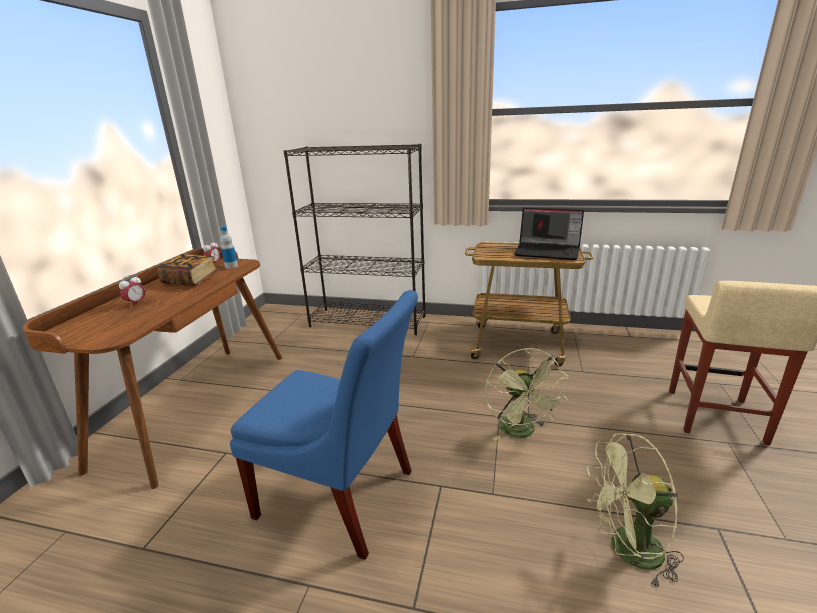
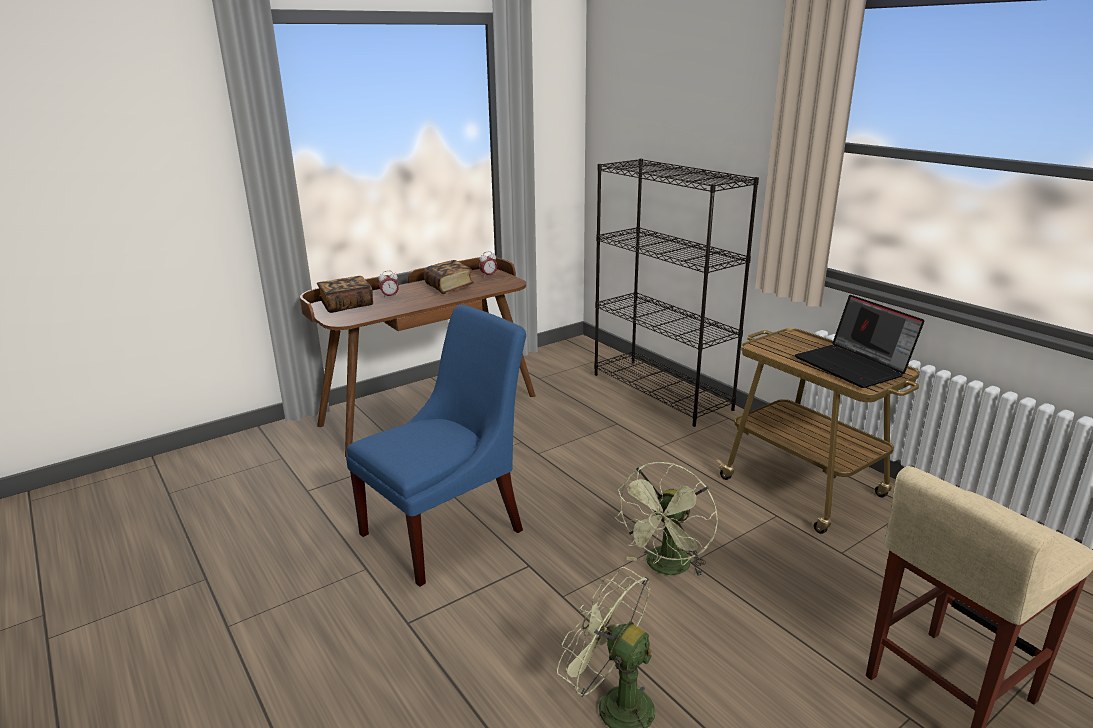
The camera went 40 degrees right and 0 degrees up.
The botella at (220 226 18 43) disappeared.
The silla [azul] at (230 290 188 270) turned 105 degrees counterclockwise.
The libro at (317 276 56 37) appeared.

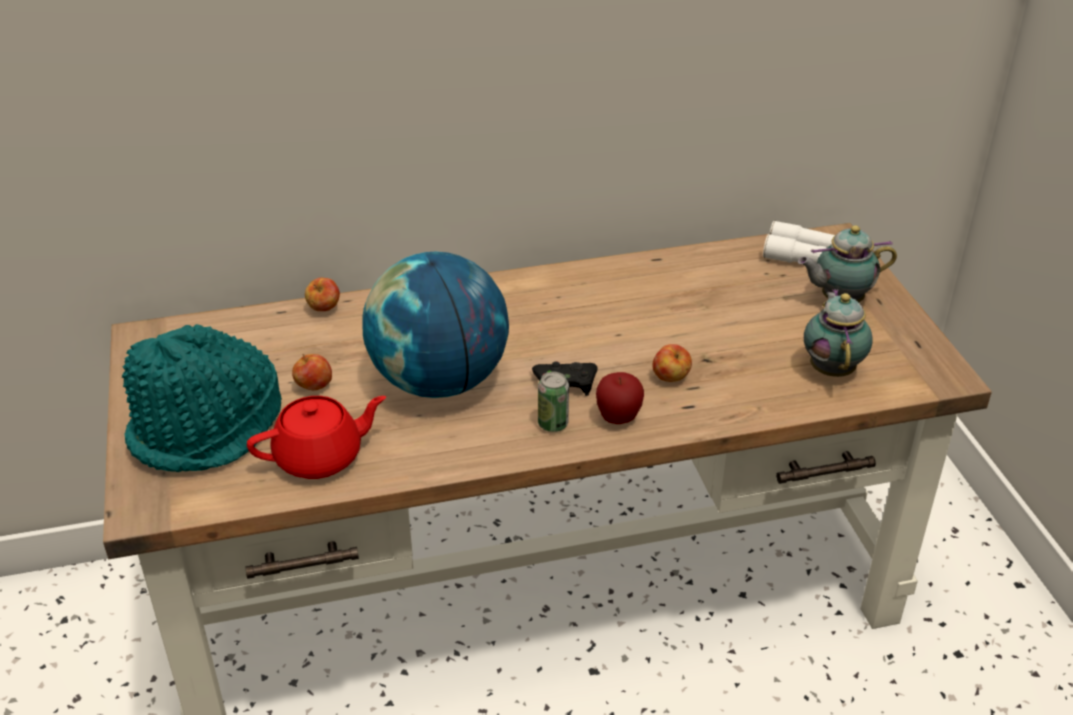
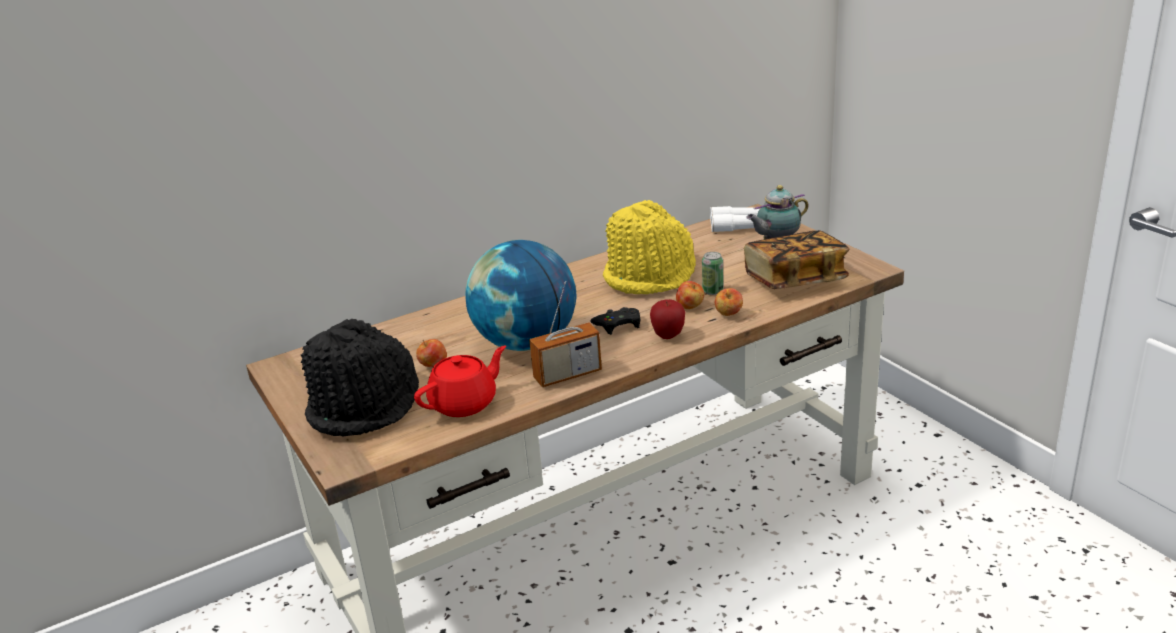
The camera went 15 degrees left and 10 degrees down.
The sombrero [turquesa] at (122 324 160 148) became the sombrero [negro] at (300 319 119 118).
The manzana moved from (305 278 35 33) to (715 288 28 28).
The lata moved from (538 372 31 60) to (702 252 21 43).
The tetera at (804 289 69 88) was replaced by the libro at (744 230 105 59).
The radio at (529 281 73 106) appeared.
The sombrero [amarillo] at (603 200 93 94) appeared.

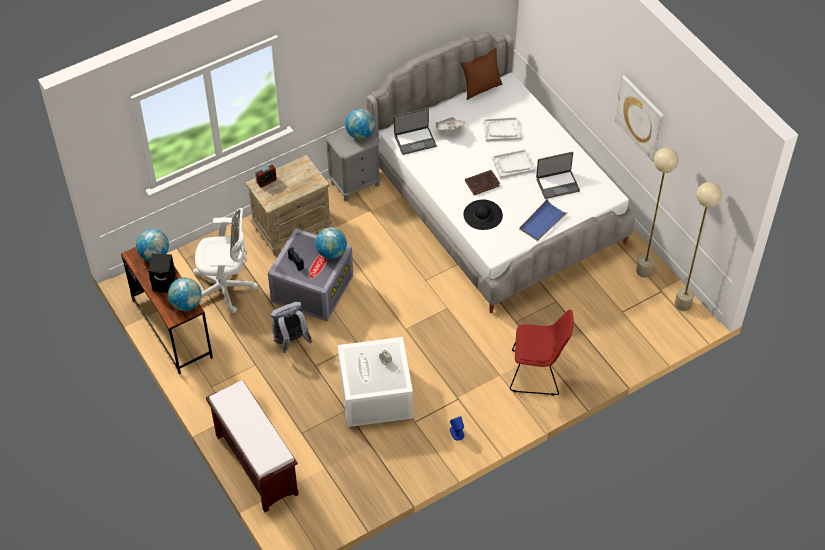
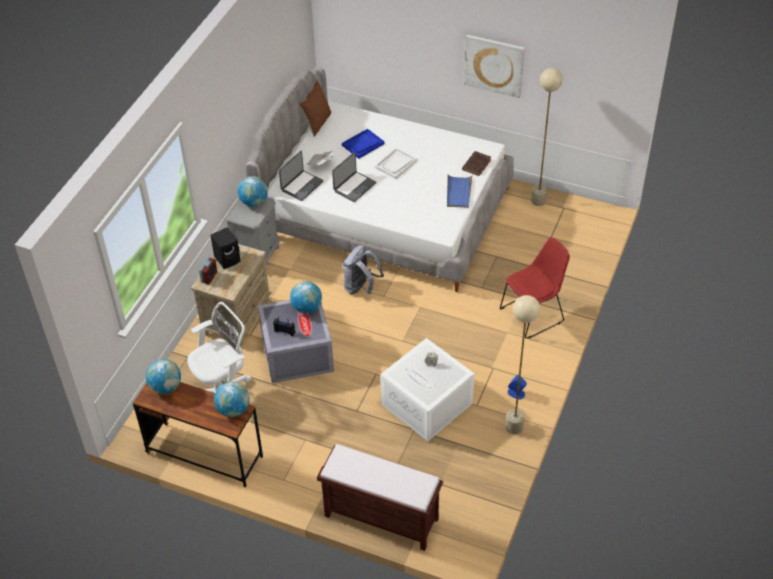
The camera went 35 degrees left and 5 degrees down.
The altavoz [negro] moved from (148 254 28 38) to (211 227 30 42).
The mochila [gris] moved from (271 302 41 51) to (343 245 41 49).
The sombrero [negro] at (463 200 40 30) disappeared.
The libro [marrón] moved from (465 170 35 25) to (462 151 29 25).
The bandeja [blanco] at (483 117 39 25) became the bandeja [azul] at (342 129 43 30).
The portátil moved from (536 152 44 47) to (332 152 44 50).
The lámpara de pie [beis] moved from (675 182 47 129) to (506 295 34 139).

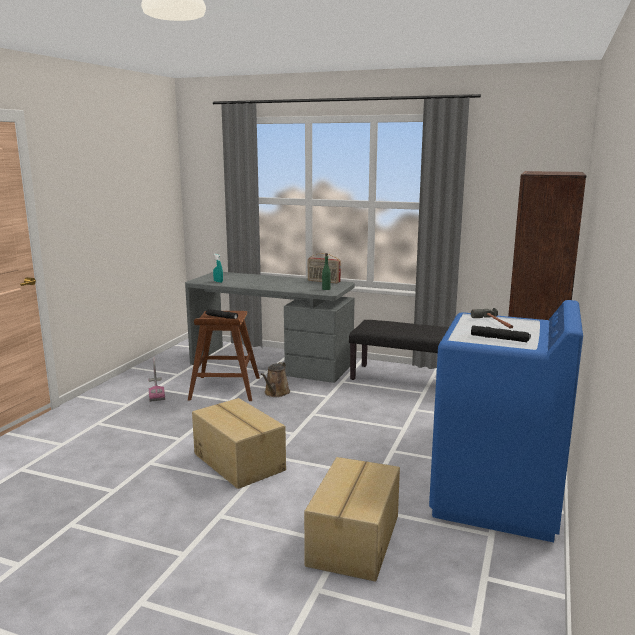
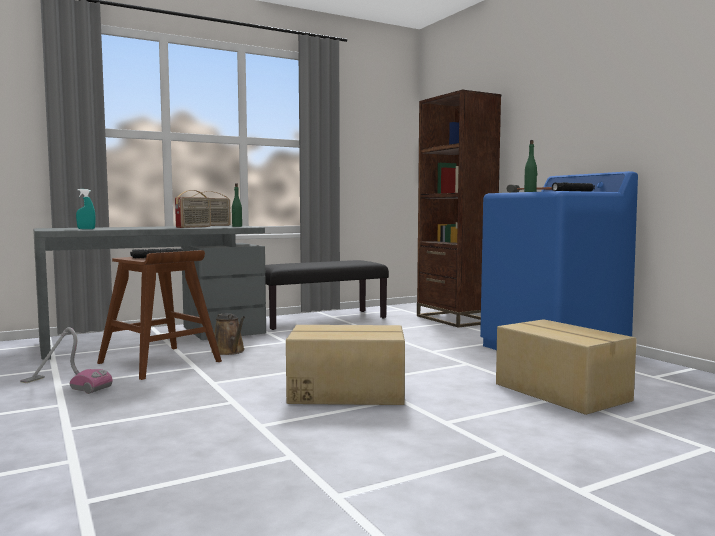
The camera went 50 degrees left and 10 degrees down.
The radio at (175 190 36 38) appeared.
The botella [verde] at (524 140 13 52) appeared.

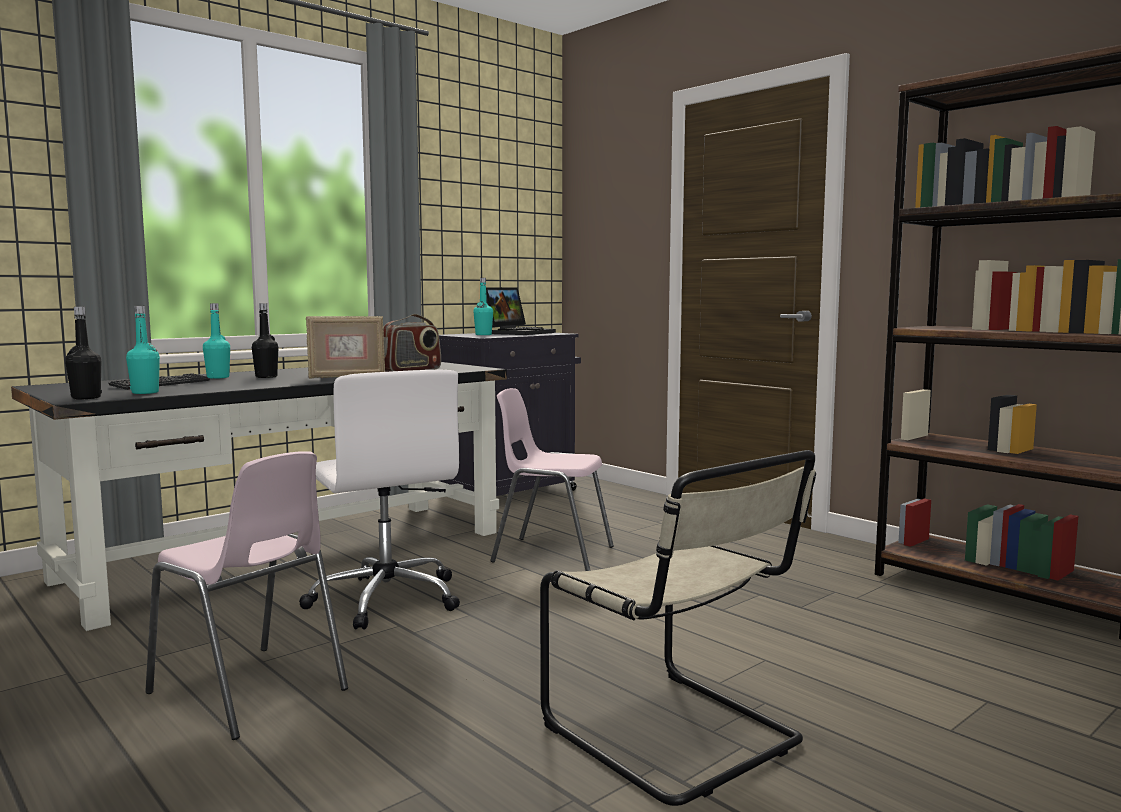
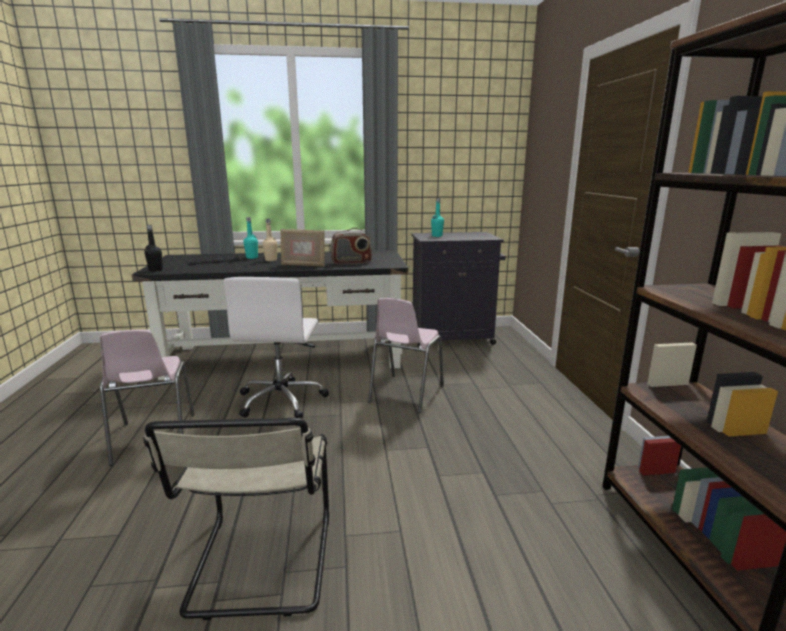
The camera went 35 degrees right and 10 degrees up.
The botella [turquesa] at (126 306 34 88) disappeared.
The botella [negro] at (252 303 27 75) became the botella [beis] at (263 219 14 42).
The portátil at (486 287 70 48) disappeared.
The silla [rosa] at (490 388 124 183) turned 120 degrees counterclockwise.

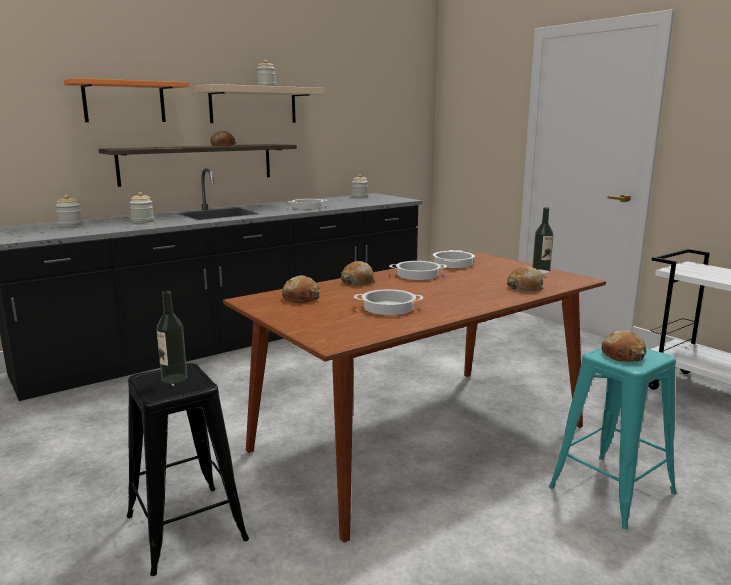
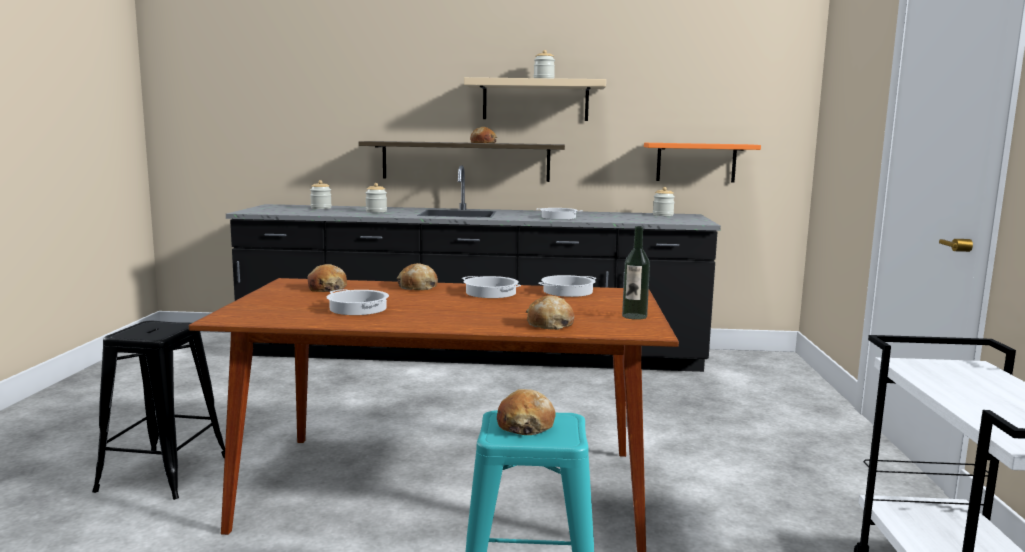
The camera went 40 degrees right and 5 degrees down.
The estante [naranja] moved from (64 78 125 44) to (644 143 117 40).
The botella at (157 291 30 93) disappeared.

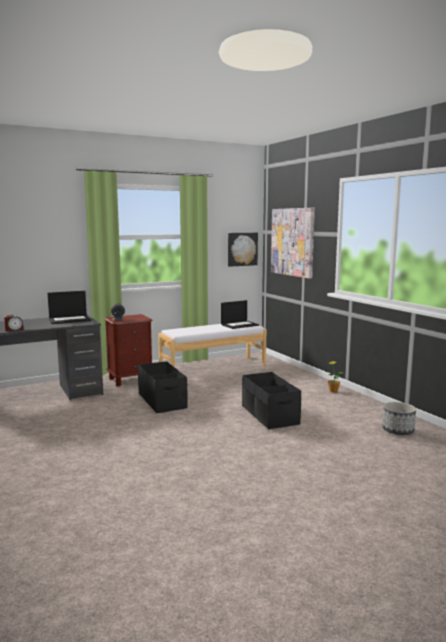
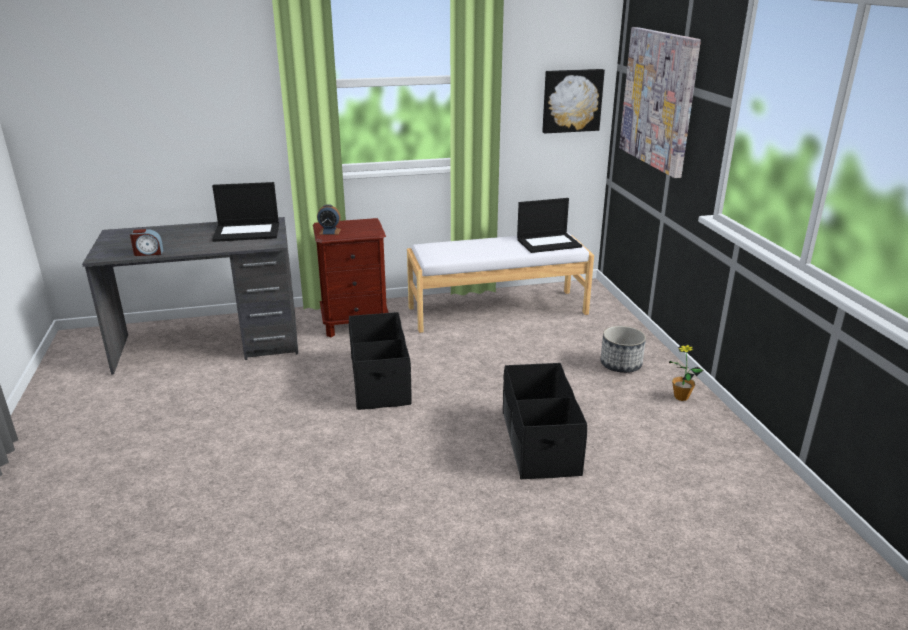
The camera went 15 degrees right and 15 degrees up.
The maceta moved from (382 402 34 33) to (600 326 46 47).

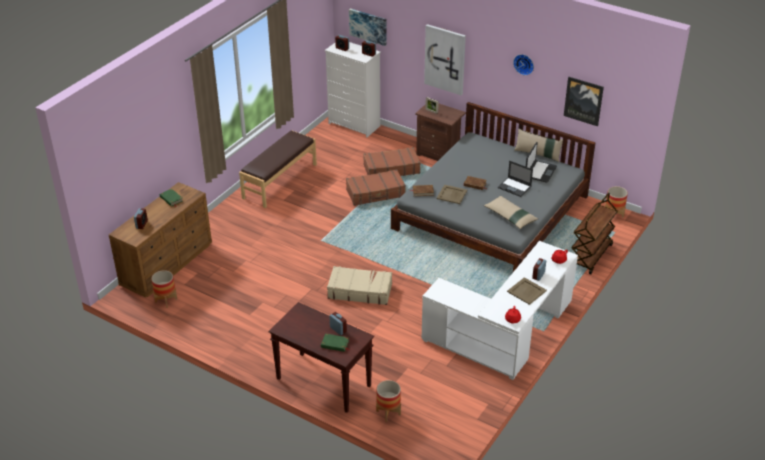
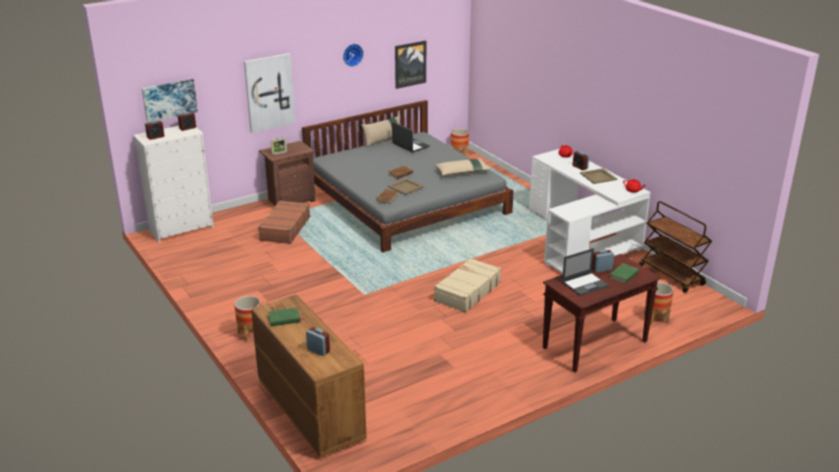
The camera went 65 degrees left and 10 degrees down.
The maceta moved from (151 270 26 38) to (234 296 27 46).
The banco [marrón] at (239 131 78 77) disappeared.
The maleta [marrón] at (346 169 60 37) disappeared.
The portátil moved from (498 161 35 36) to (562 248 47 48).
The carrito [marrón] moved from (572 193 46 82) to (639 201 73 92).

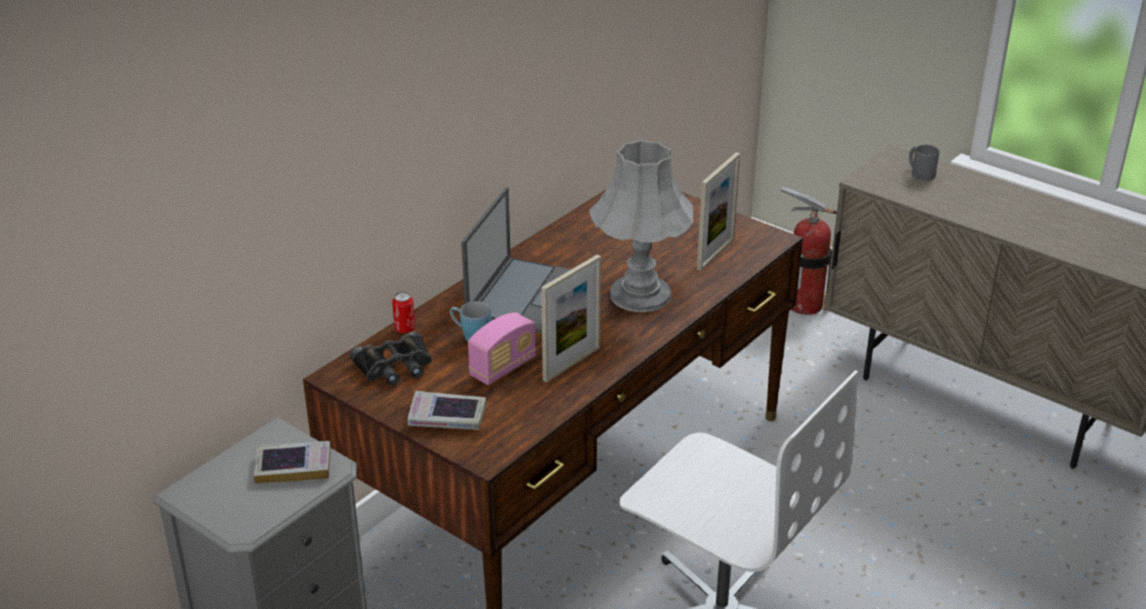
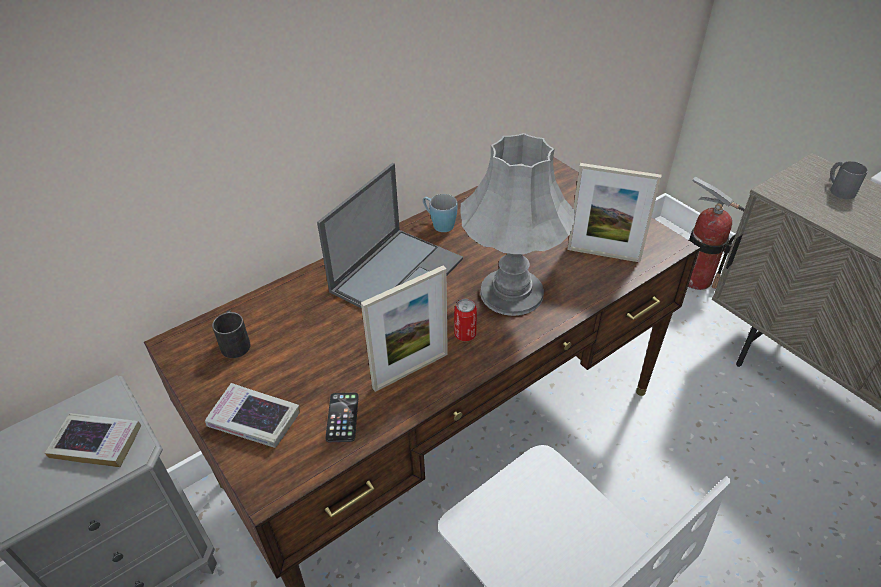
The camera went 15 degrees right and 10 degrees up.
The prismáticos [negro] at (350 331 82 55) was replaced by the taza grande [negro] at (212 310 39 48).
The lata moved from (392 291 23 42) to (454 299 23 42).
The taza grande [azul] moved from (450 301 41 41) to (423 194 34 38).
The radio at (468 312 68 73) disappeared.
The portarretratos at (697 152 43 119) turned 60 degrees clockwise.
The móvil at (325 393 34 49) appeared.

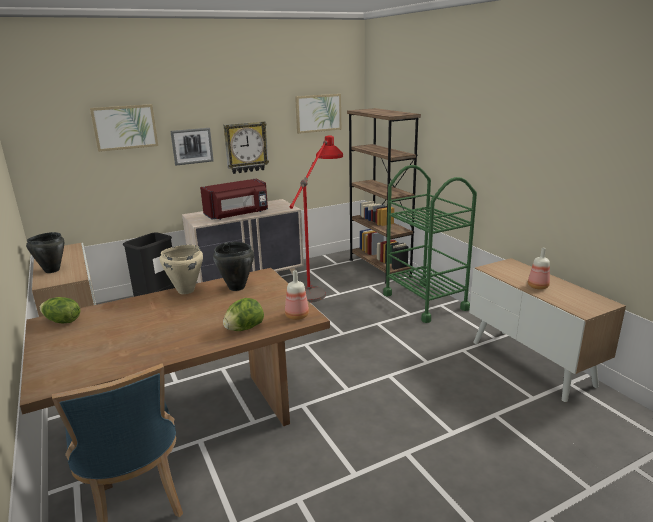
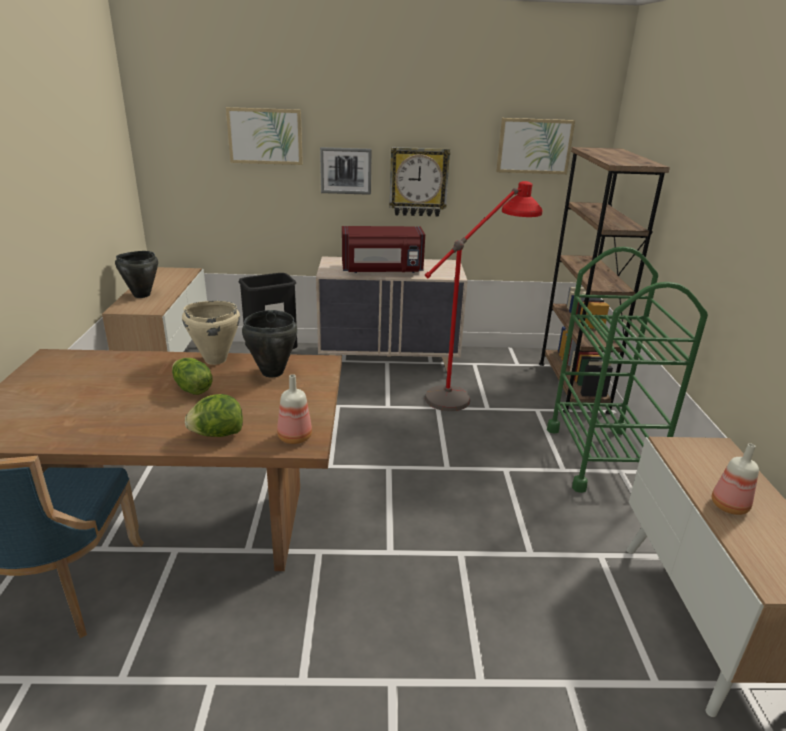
The camera went 25 degrees right and 5 degrees up.
The lechuga moved from (39 297 41 26) to (172 358 41 37).

